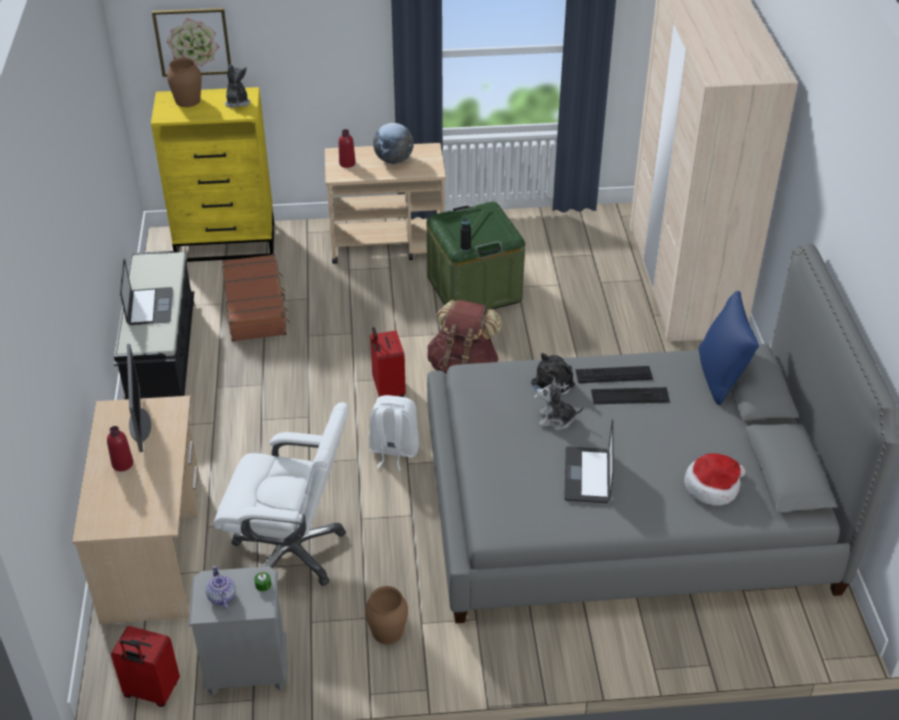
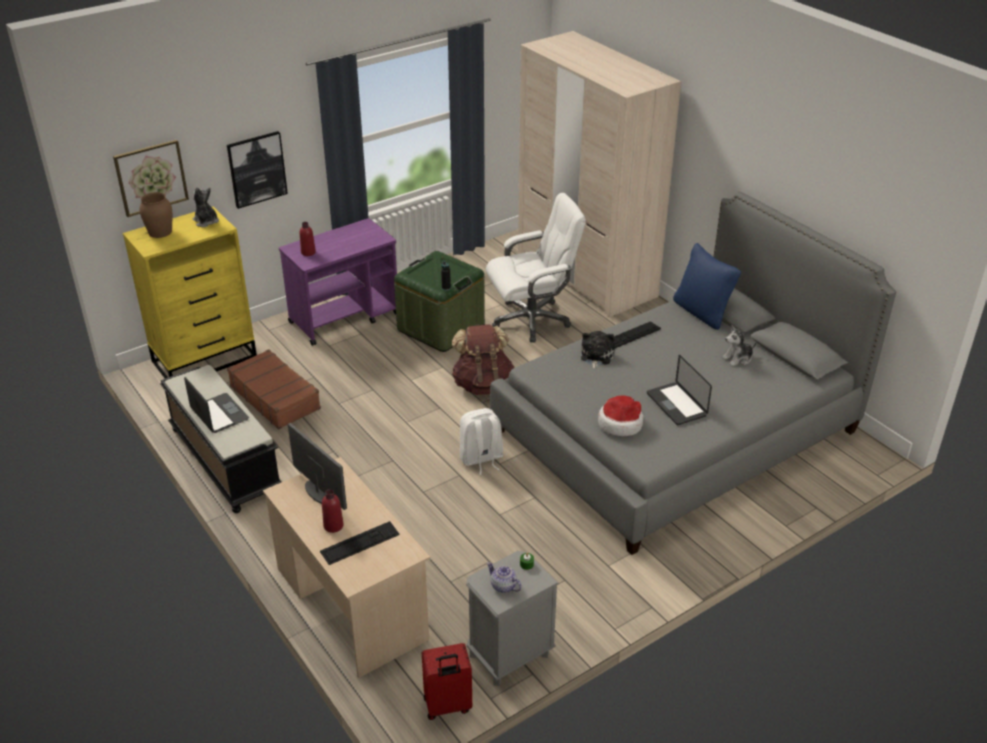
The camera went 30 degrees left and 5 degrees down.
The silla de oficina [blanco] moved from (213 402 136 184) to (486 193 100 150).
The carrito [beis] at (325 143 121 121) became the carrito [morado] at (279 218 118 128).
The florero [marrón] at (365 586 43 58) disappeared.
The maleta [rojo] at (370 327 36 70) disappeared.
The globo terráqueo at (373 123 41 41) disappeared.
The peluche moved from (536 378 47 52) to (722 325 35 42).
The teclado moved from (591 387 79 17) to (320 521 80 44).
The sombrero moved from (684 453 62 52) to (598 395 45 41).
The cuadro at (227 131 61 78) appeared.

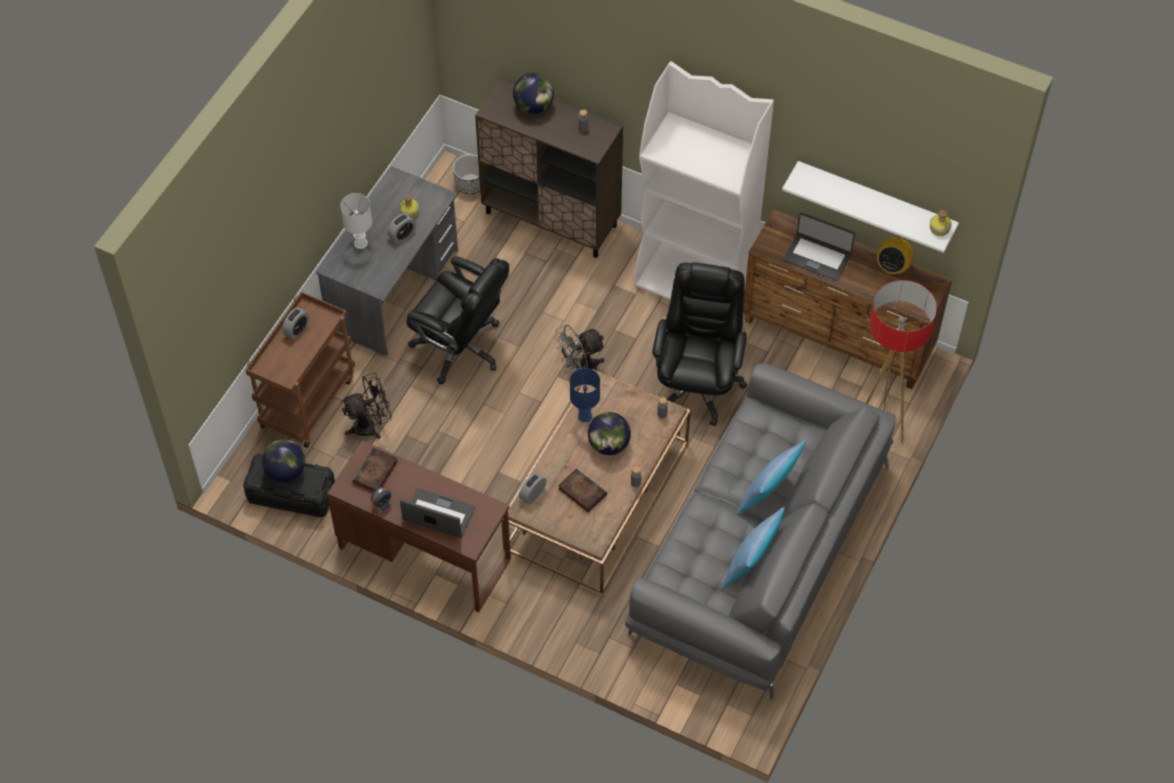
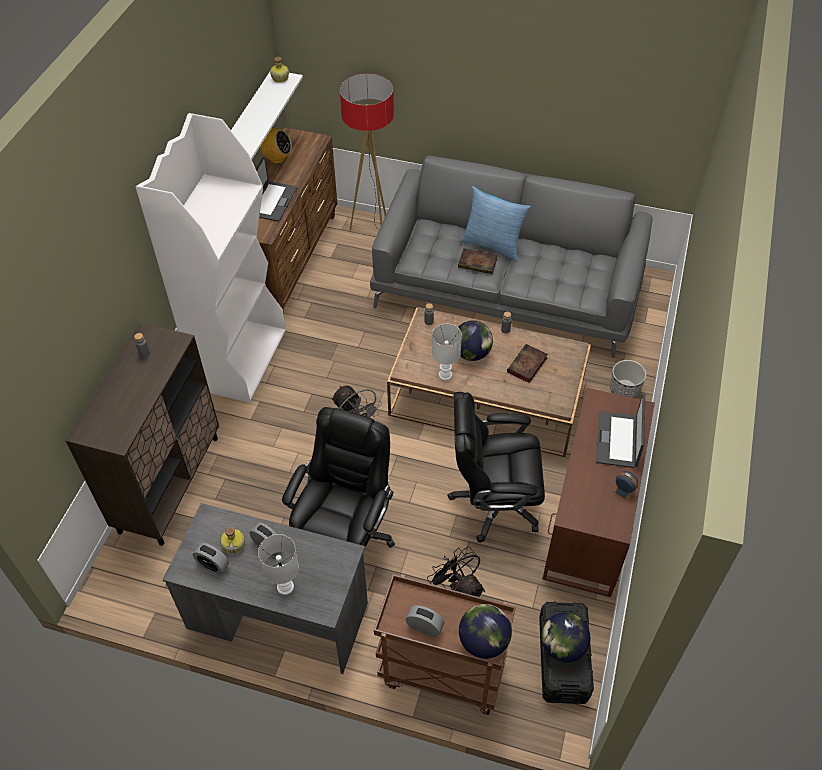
The camera went 100 degrees left and 5 degrees down.
The libro moved from (353 448 45 44) to (458 248 40 26).
The maceta moved from (453 154 27 41) to (610 360 37 38).
The globo terráqueo moved from (513 73 41 41) to (459 604 53 55).
The despertador moved from (519 473 27 31) to (193 543 36 32).
The lámpara de mesa [azul] at (570 368 30 54) became the lámpara de mesa [blanco] at (432 324 30 57).
The silla de oficina [negro] moved from (652 262 96 164) to (448 392 97 151).
The cojín at (721 507 64 82) disappeared.

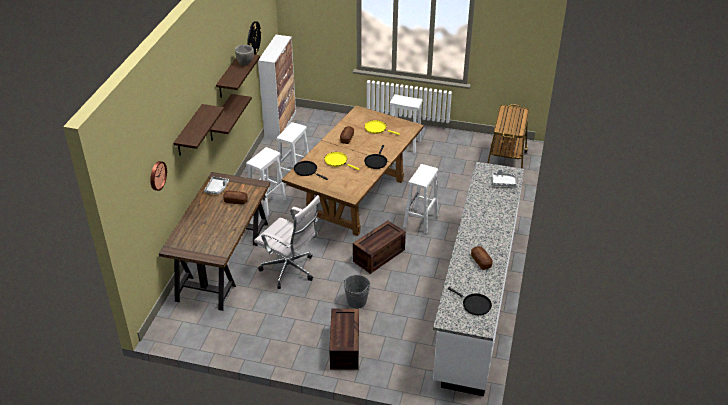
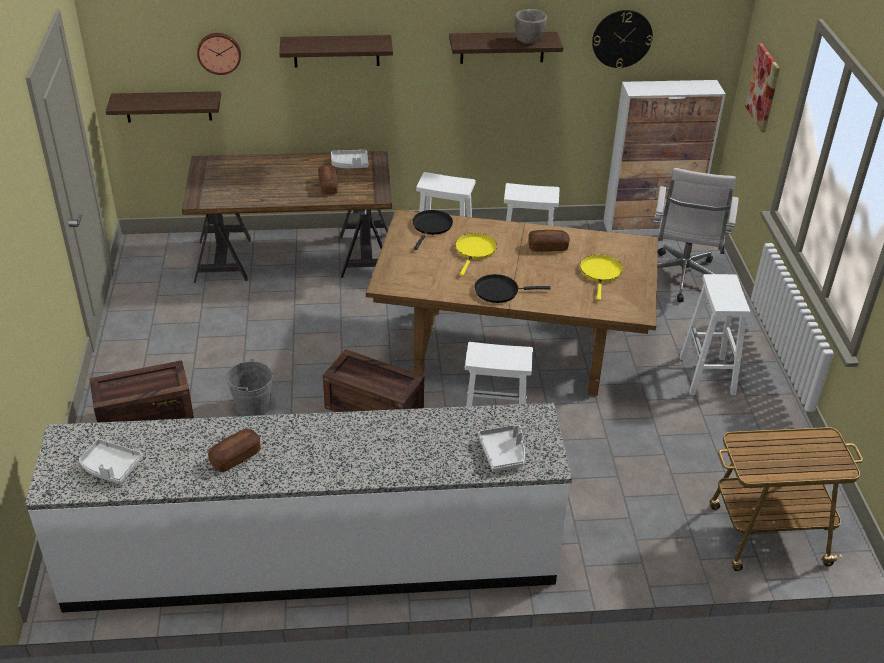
The camera went 70 degrees right and 0 degrees up.
The estante moved from (210 94 42 47) to (106 91 115 31).
The silla de oficina [blanco] moved from (254 195 66 94) to (654 168 85 134).
The sartén [negro] at (448 287 44 28) was replaced by the bandeja [gris] at (79 439 64 45).
The cuadro at (745 43 35 90) appeared.

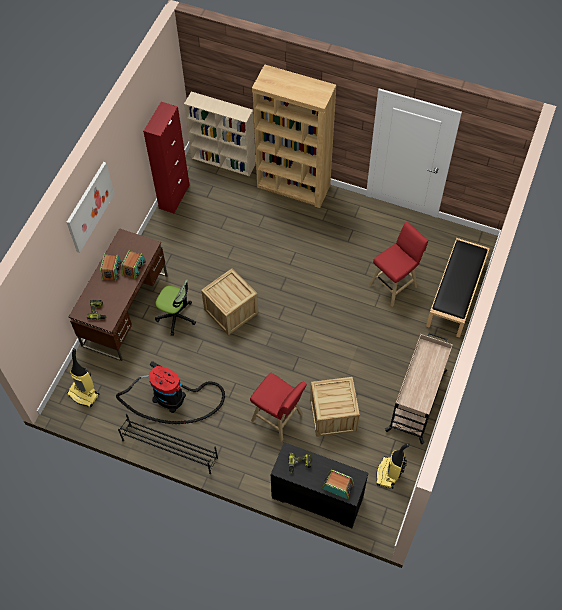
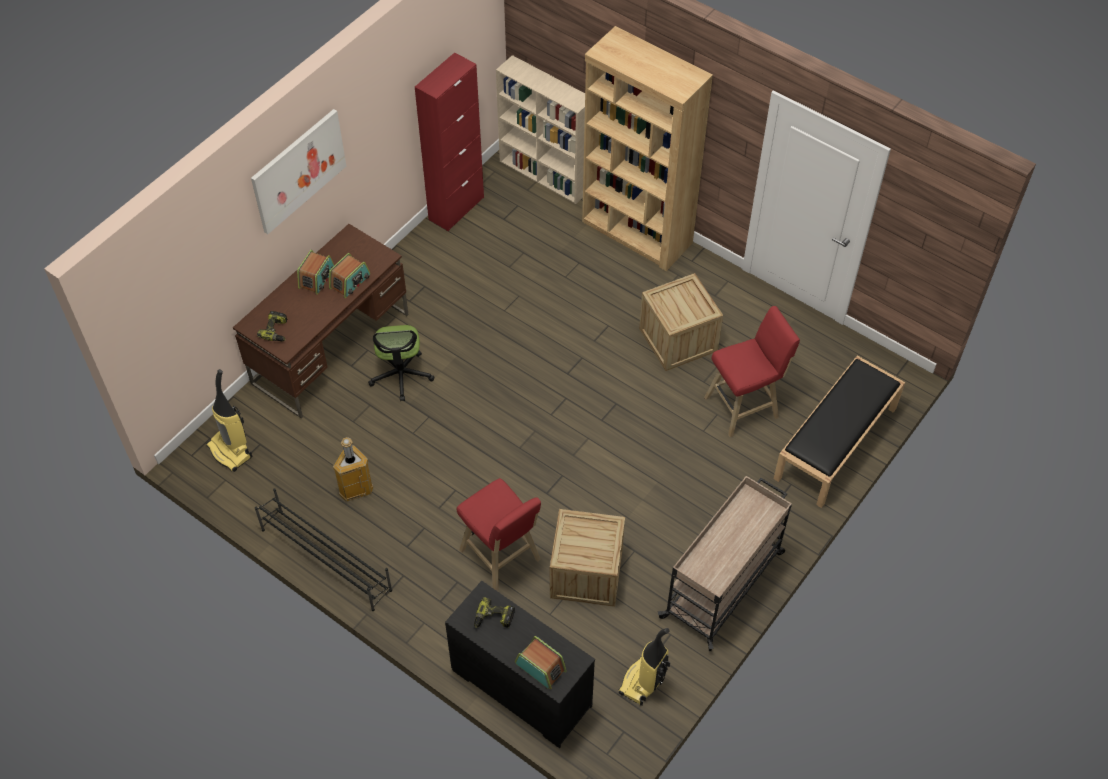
The camera went 15 degrees right and 5 degrees down.
The aspiradora at (116 361 109 63) was replaced by the papelera at (333 437 40 65).
The silla de oficina at (155 280 41 56) turned 45 degrees clockwise.
The caja de embalaje moved from (201 268 57 67) to (639 273 84 98).

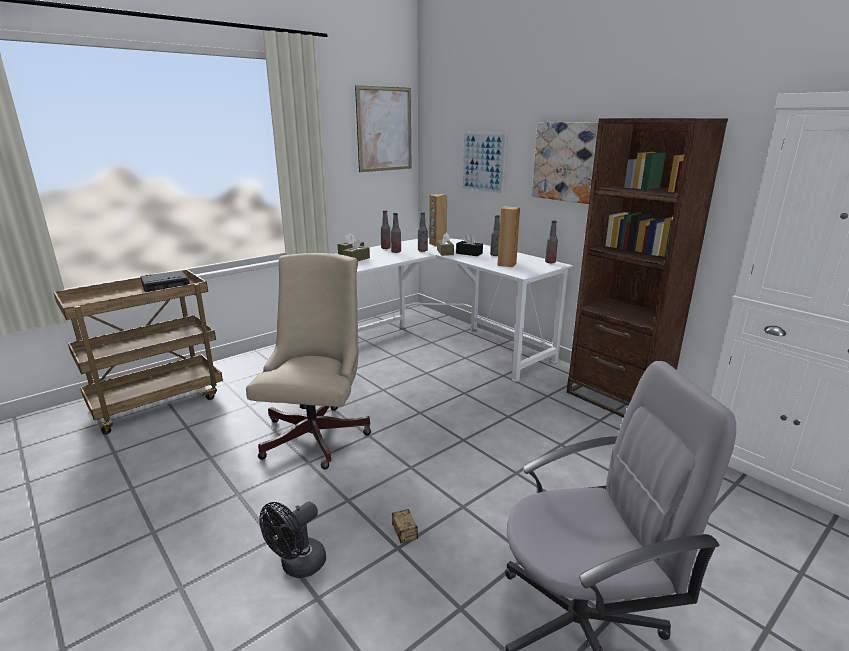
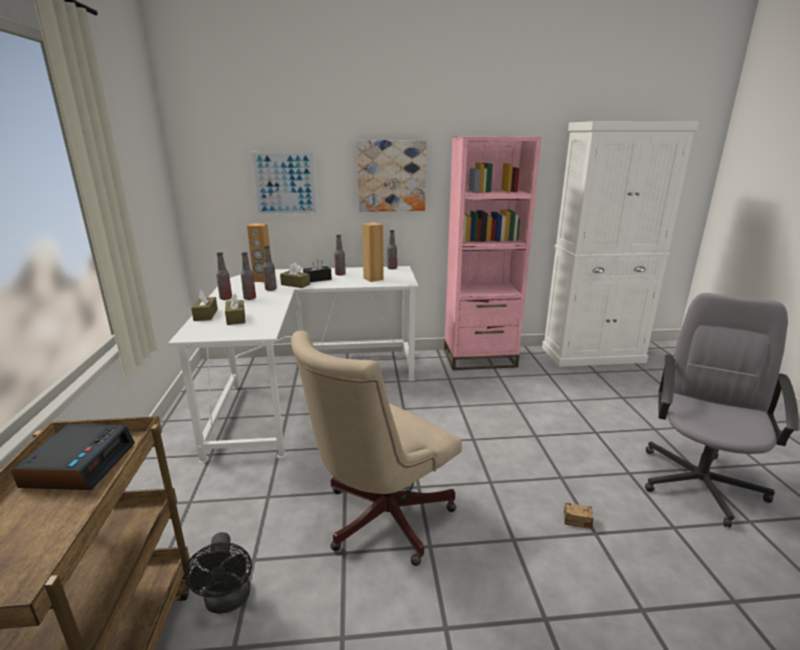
The camera went 55 degrees left and 0 degrees up.
The silla de oficina [beis] at (246 253 125 217) turned 90 degrees counterclockwise.
The ventilador [negro] moved from (259 501 67 77) to (184 532 68 82).
The cuadro at (355 85 56 87) disappeared.
The estantería [marrón] at (567 118 161 300) became the estantería [rosa] at (444 137 98 233).

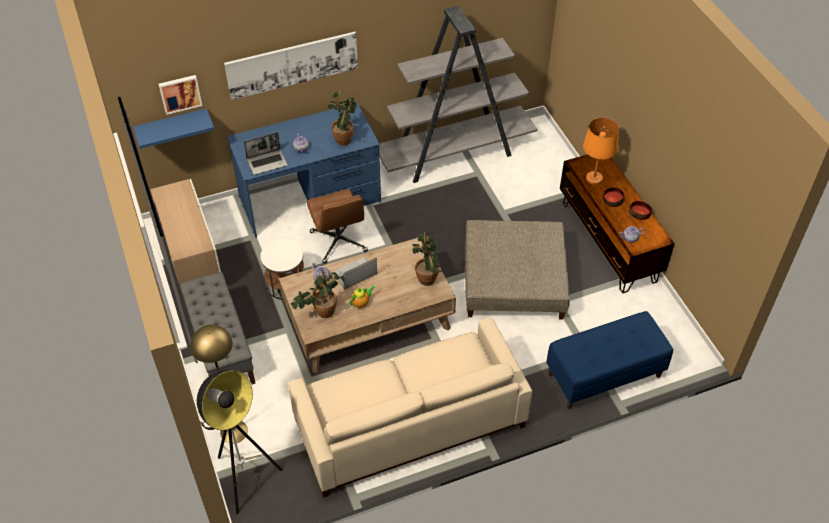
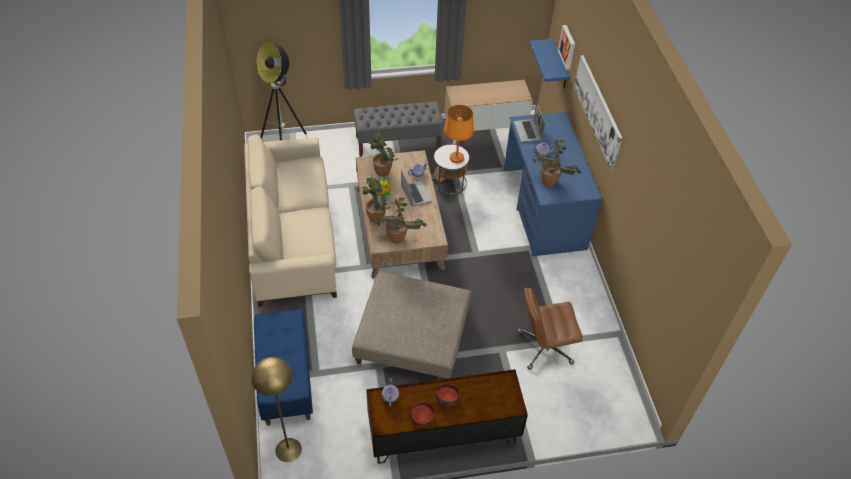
The camera went 100 degrees right and 0 degrees up.
The lámpara de pie [amarillo] moved from (190 325 58 119) to (251 357 51 105).
The silla de oficina [marrón] moved from (307 189 61 75) to (518 288 65 82).
The estantería [gris] at (379 6 158 177) disappeared.
The lámpara de mesa [naranja] moved from (583 118 36 67) to (444 105 30 58).
The planta en maceta at (362 175 28 48) appeared.

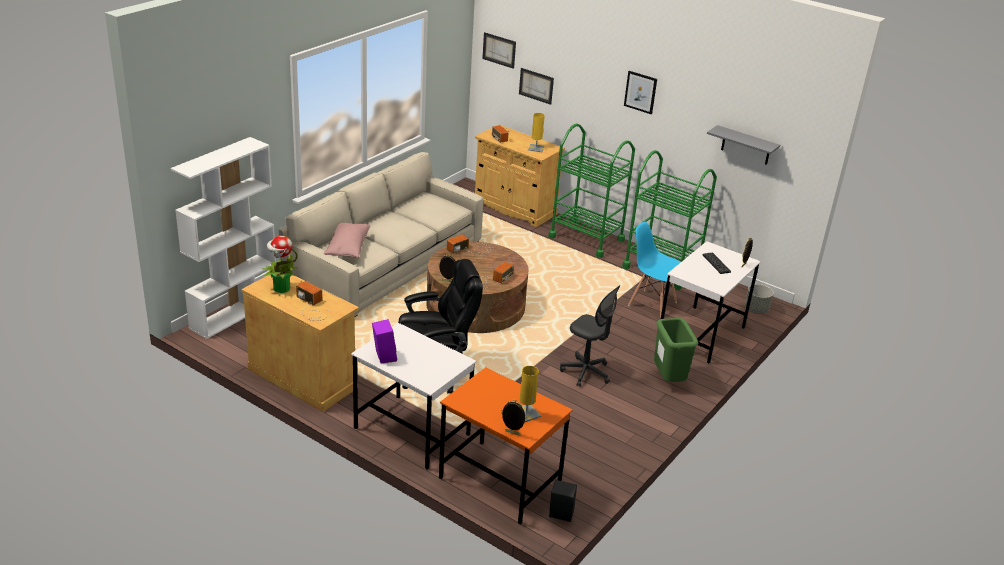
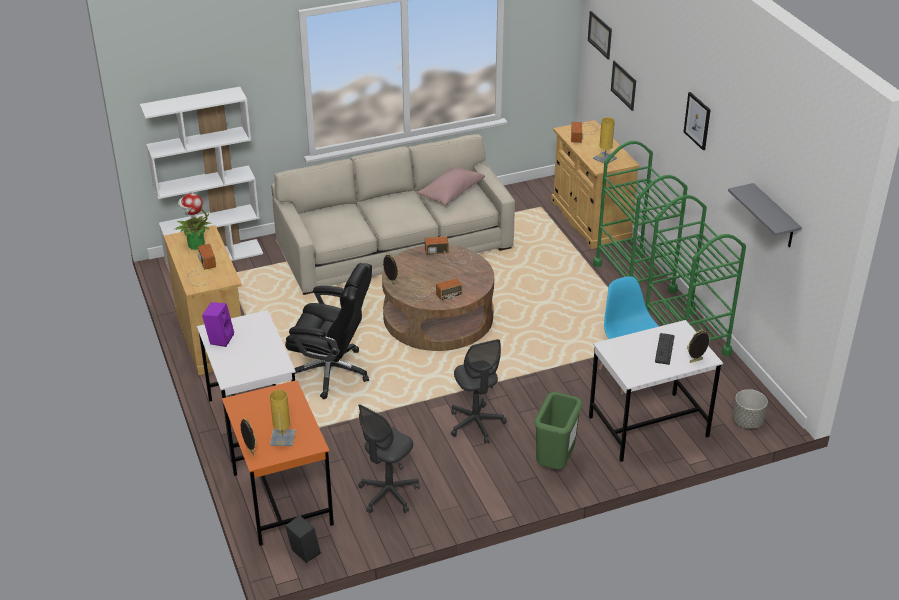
The camera went 35 degrees right and 5 degrees up.
The cojín [rosa] moved from (324 223 46 35) to (417 167 68 39).
The silla de oficina [gris] at (358 404 62 109) appeared.

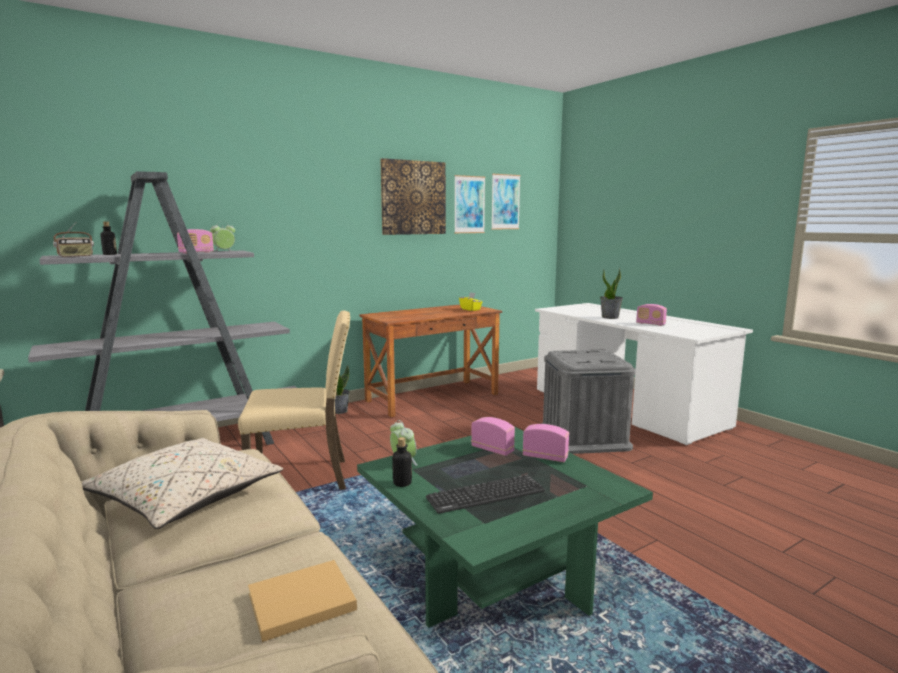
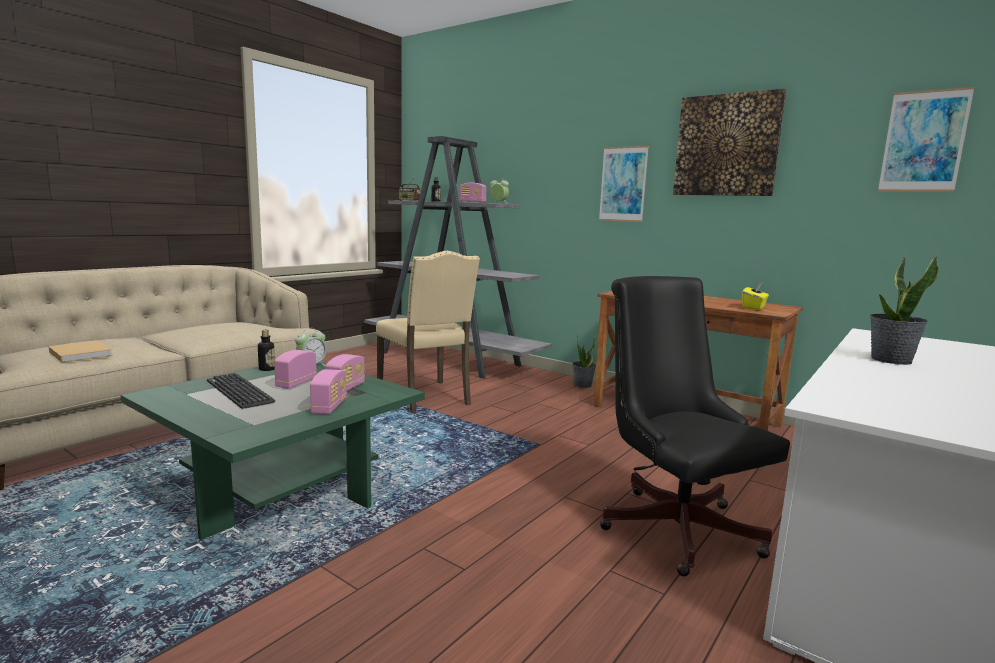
The camera went 70 degrees right and 0 degrees up.
The cojín [beis] at (81 438 202 91) disappeared.
The cuadro moved from (454 175 31 58) to (599 146 50 76).
The caja de almacenaje [gris] at (541 350 95 104) was replaced by the silla de oficina [negro] at (600 276 190 301).
The radio moved from (636 304 31 22) to (274 350 43 39).

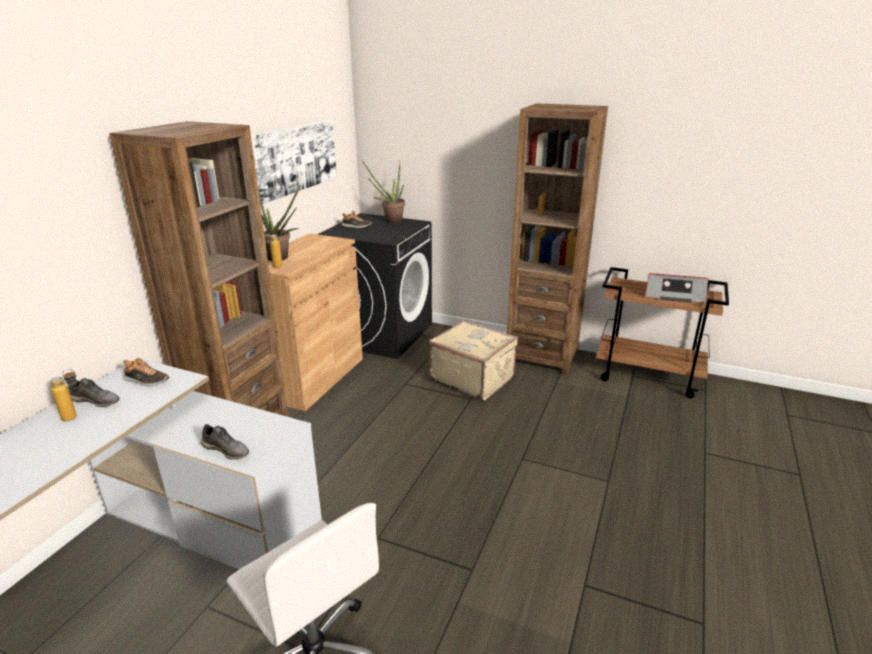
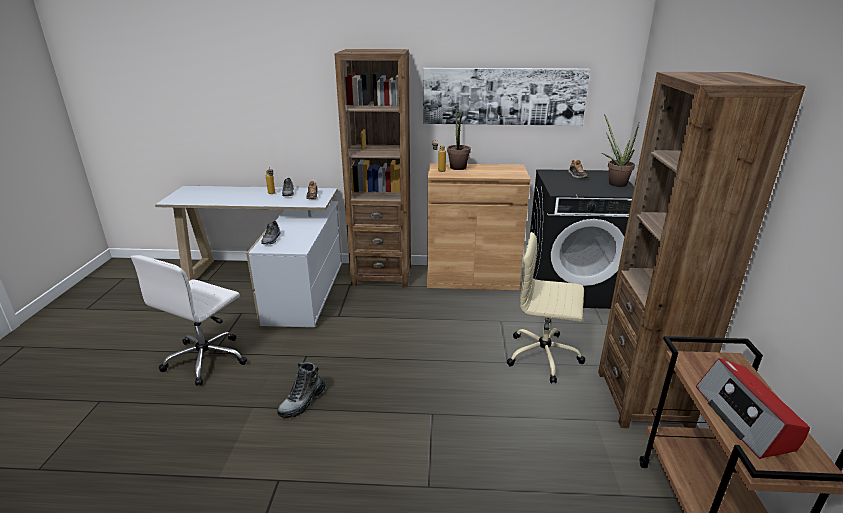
The camera went 70 degrees right and 0 degrees up.
The maleta [beis] at (429 320 89 81) was replaced by the silla de oficina [beis] at (507 232 78 152).
The bota at (277 362 48 56) appeared.

